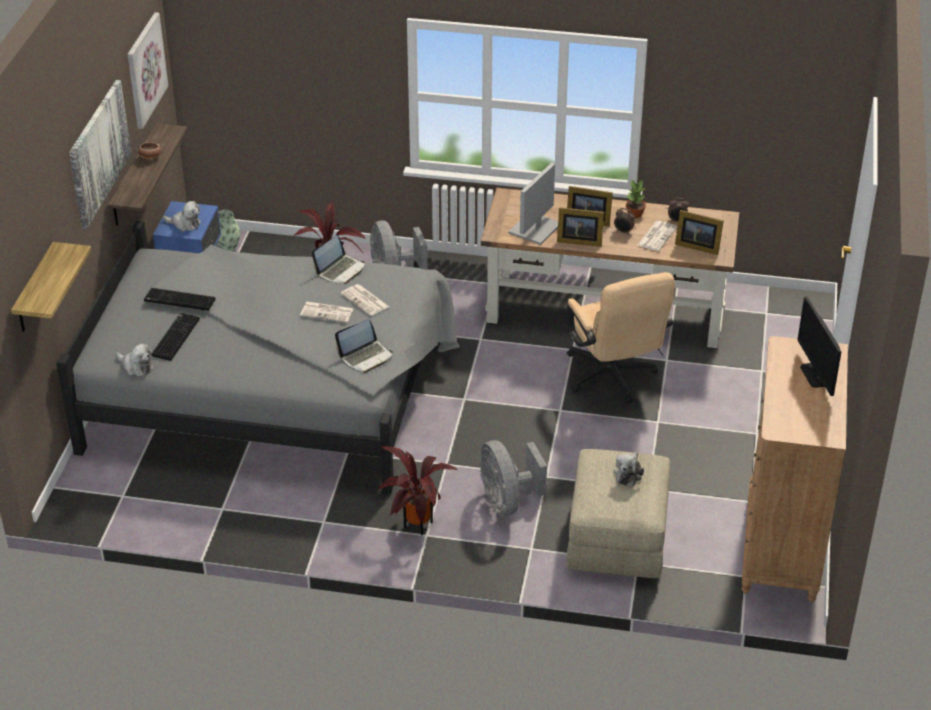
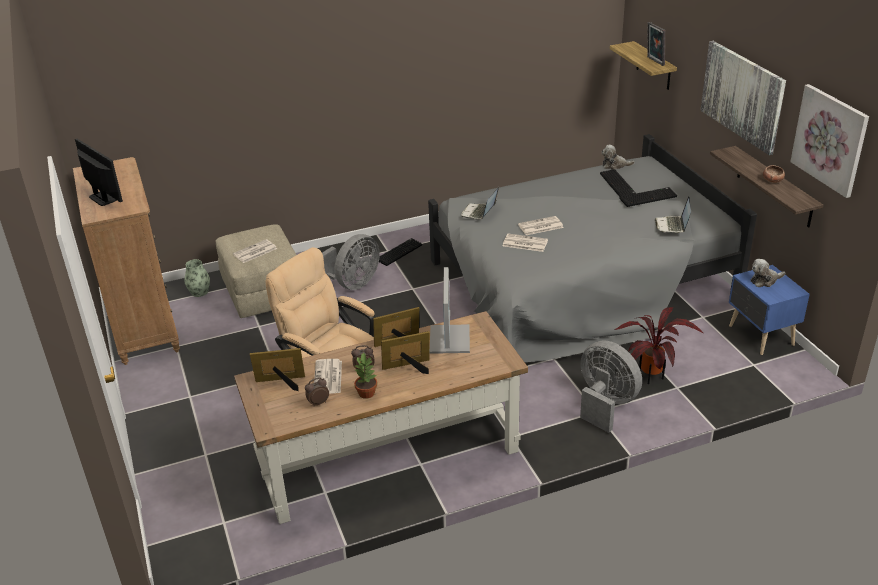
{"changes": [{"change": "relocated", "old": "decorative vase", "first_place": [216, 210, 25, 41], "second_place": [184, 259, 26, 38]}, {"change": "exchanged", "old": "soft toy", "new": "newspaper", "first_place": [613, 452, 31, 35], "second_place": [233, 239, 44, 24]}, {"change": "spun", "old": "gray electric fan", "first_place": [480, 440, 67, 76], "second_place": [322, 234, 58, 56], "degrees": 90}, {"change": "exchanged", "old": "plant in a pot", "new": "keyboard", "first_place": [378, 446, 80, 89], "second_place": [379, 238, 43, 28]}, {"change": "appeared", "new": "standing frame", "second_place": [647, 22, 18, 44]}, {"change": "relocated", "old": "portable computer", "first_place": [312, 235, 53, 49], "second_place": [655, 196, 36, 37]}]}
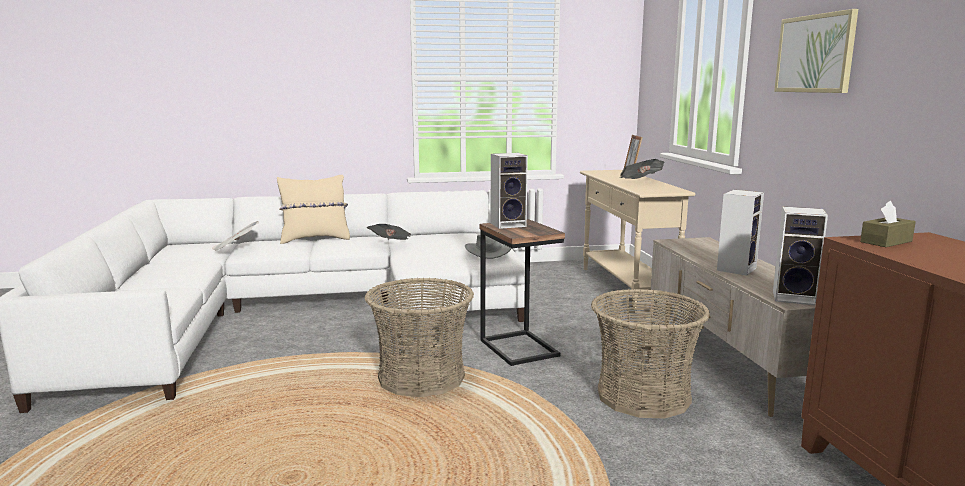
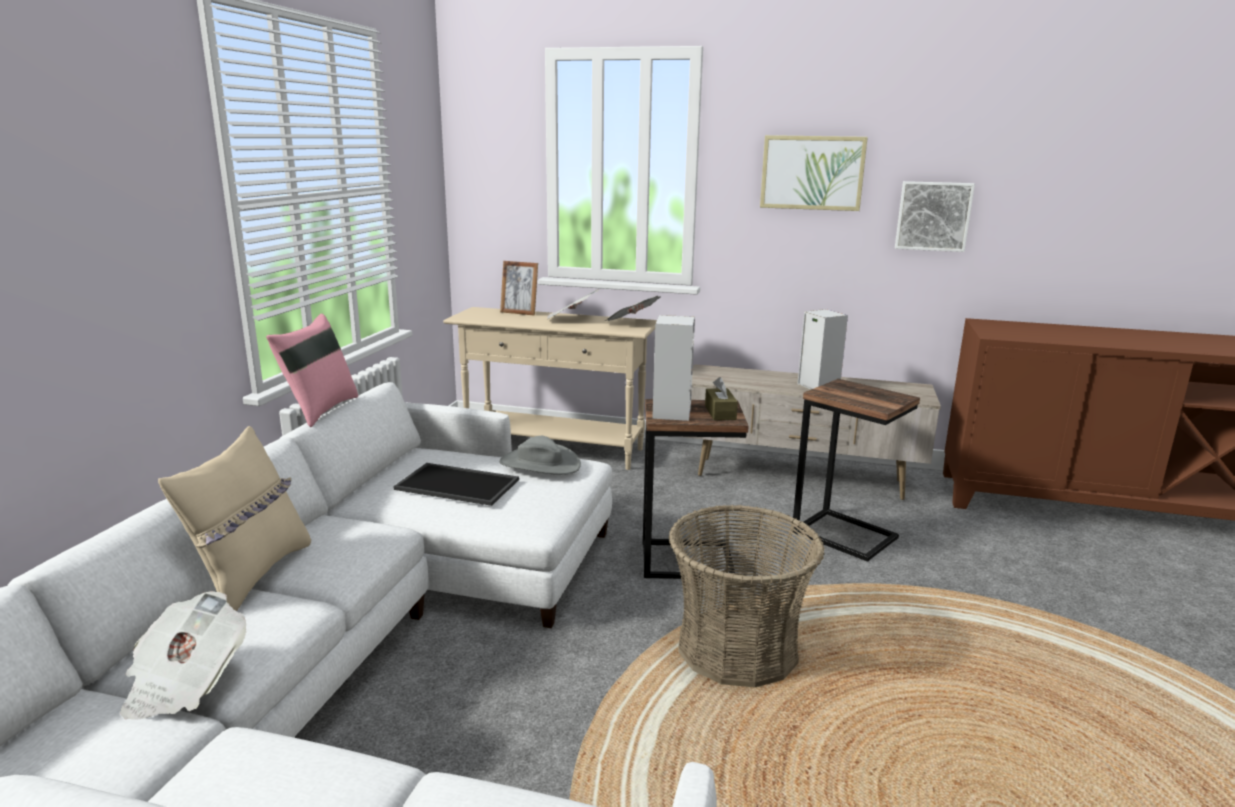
{"changes": [{"change": "appeared", "new": "pink-coloured throw pillow", "second_place": [266, 314, 92, 113]}, {"change": "appeared", "new": "serving tray", "second_place": [393, 463, 126, 43]}, {"change": "relocated", "old": "newspaper", "first_place": [367, 224, 44, 16], "second_place": [605, 296, 56, 25]}, {"change": "relocated", "old": "brownish tissue box", "first_place": [860, 201, 56, 46], "second_place": [705, 377, 33, 43]}, {"change": "exchanged", "old": "basket", "new": "side table", "first_place": [591, 289, 119, 129], "second_place": [793, 379, 127, 183]}, {"change": "appeared", "new": "wall picture", "second_place": [895, 181, 80, 71]}, {"change": "missing", "old": "loudspeaker", "first_place": [773, 206, 55, 99]}]}
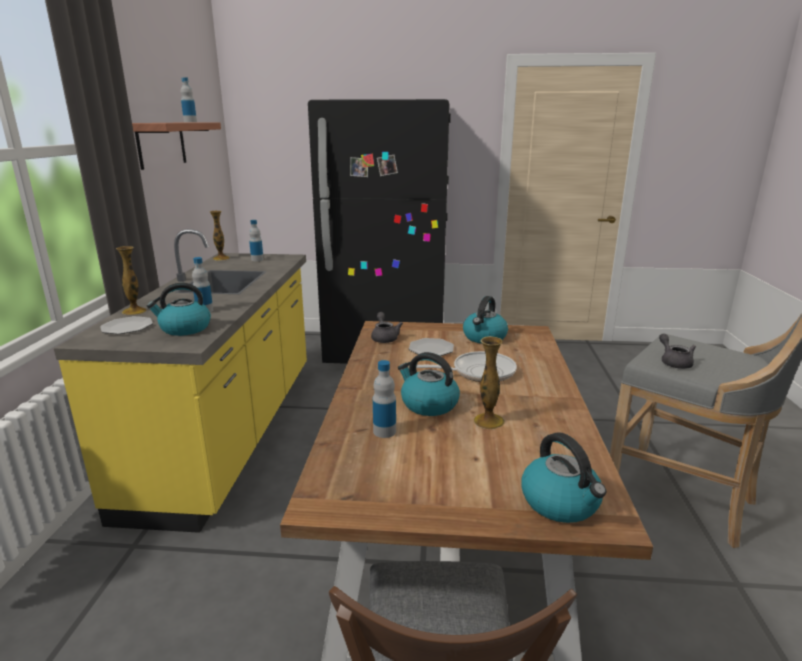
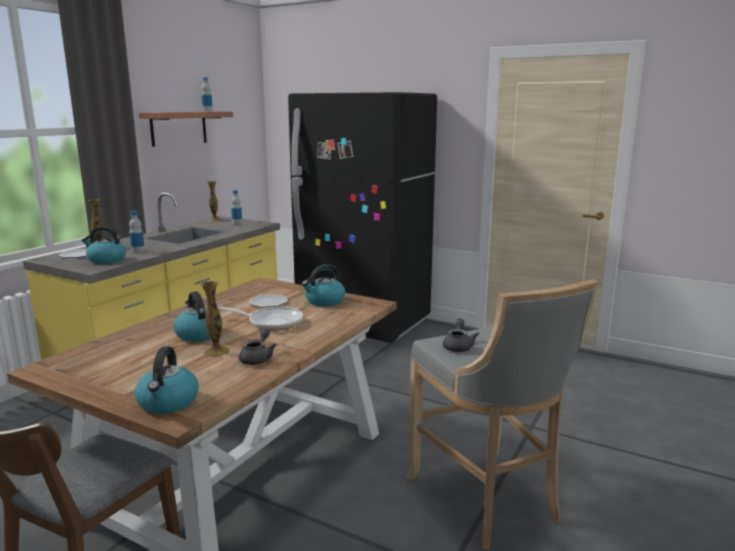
{"changes": [{"change": "relocated", "old": "gray pot for tea", "first_place": [371, 312, 32, 31], "second_place": [239, 328, 38, 37]}, {"change": "missing", "old": "drink bottle", "first_place": [373, 360, 23, 78]}]}
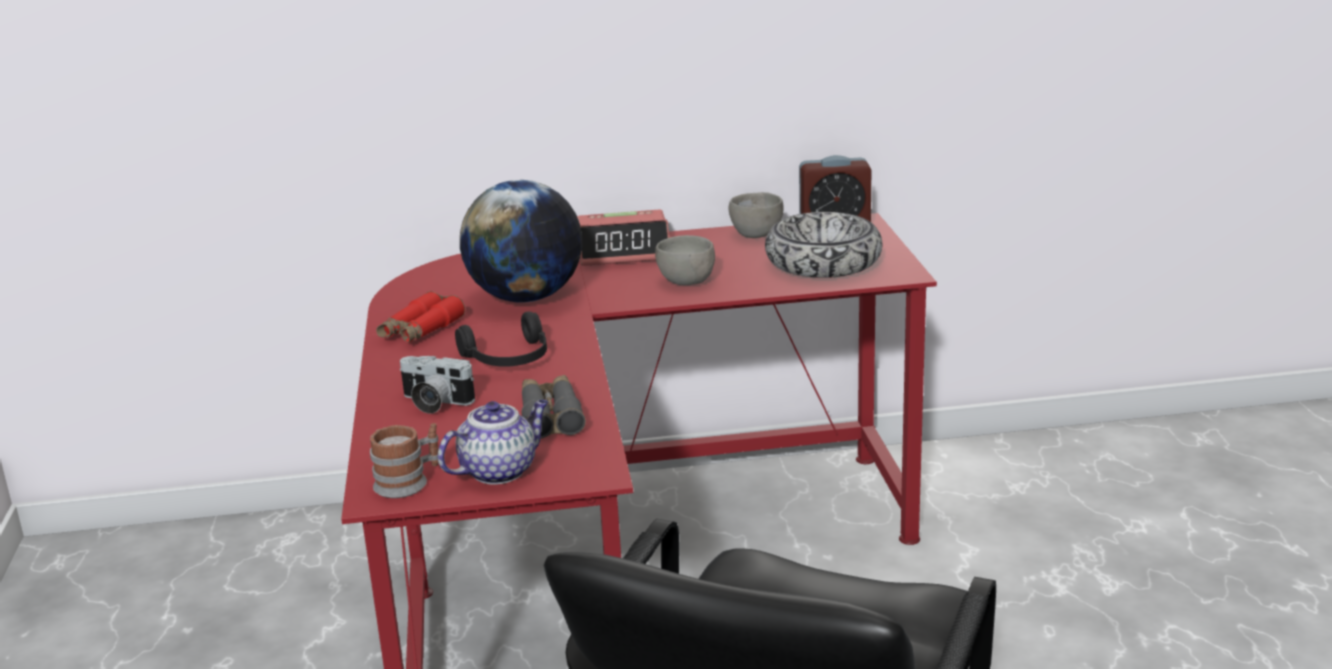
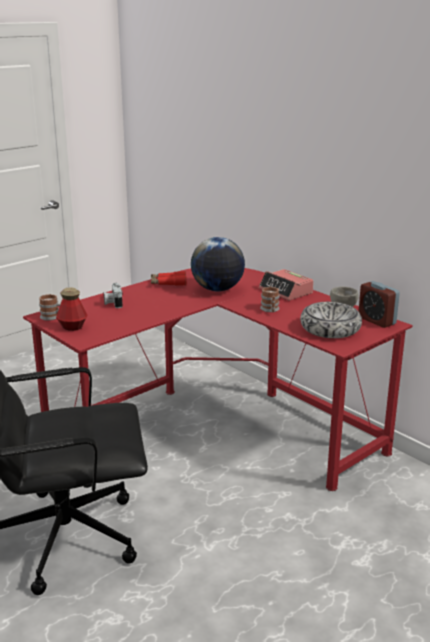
{"changes": [{"change": "exchanged", "old": "pot for tea", "new": "drink bottle", "first_place": [438, 400, 110, 85], "second_place": [56, 288, 31, 43]}, {"change": "exchanged", "old": "gray bowl", "new": "mug", "first_place": [655, 235, 60, 50], "second_place": [260, 286, 20, 26]}, {"change": "missing", "old": "black pair of headphones", "first_place": [455, 311, 92, 56]}, {"change": "missing", "old": "gray binoculars", "first_place": [521, 375, 65, 64]}]}
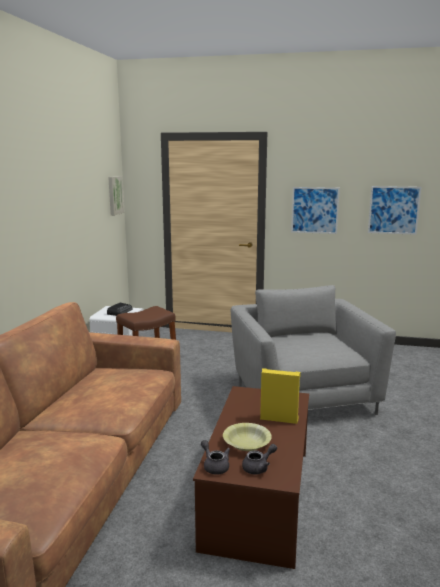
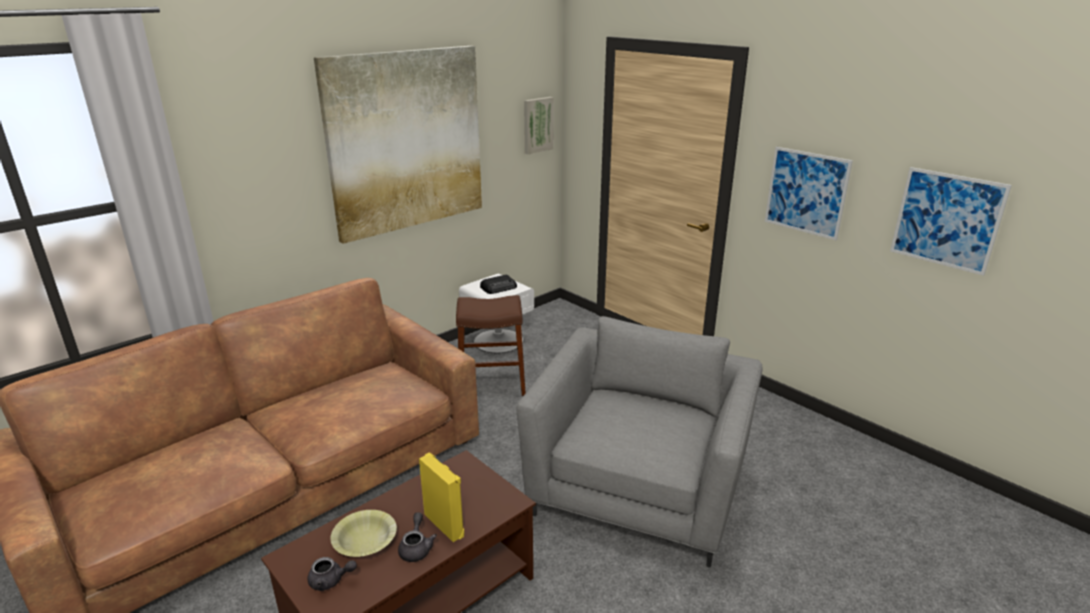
{"changes": [{"change": "appeared", "new": "wall picture", "second_place": [314, 46, 168, 198]}, {"change": "relocated", "old": "gray pot for tea", "first_place": [201, 440, 29, 35], "second_place": [398, 512, 39, 50]}]}
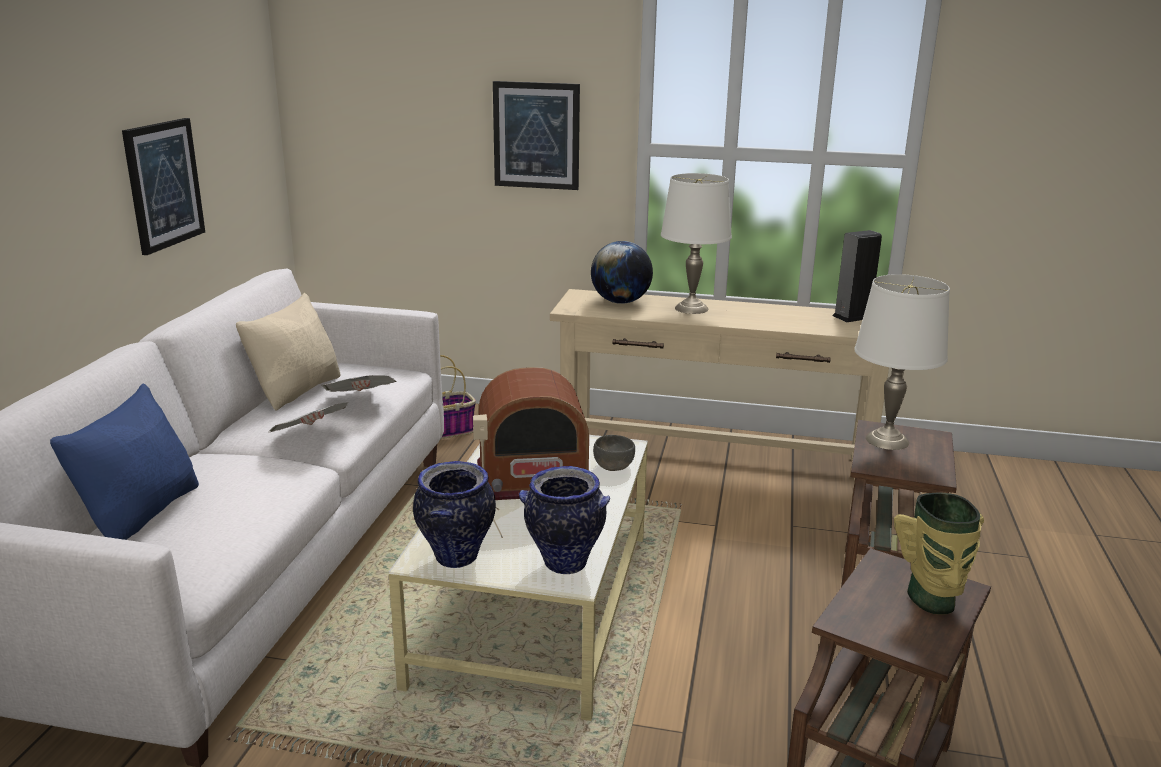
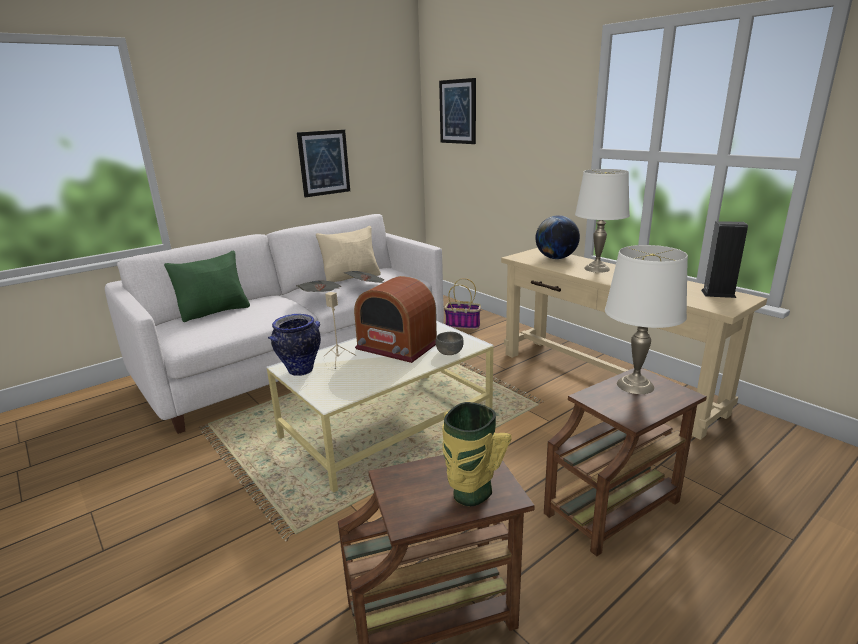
{"changes": [{"change": "colour", "old": "bluish throw pillow", "new": "green throw pillow", "first_place": [50, 384, 149, 156], "second_place": [164, 251, 86, 71]}, {"change": "relocated", "old": "wall picture", "first_place": [493, 81, 87, 109], "second_place": [439, 78, 37, 66]}, {"change": "missing", "old": "decorative vase", "first_place": [519, 466, 91, 108]}]}
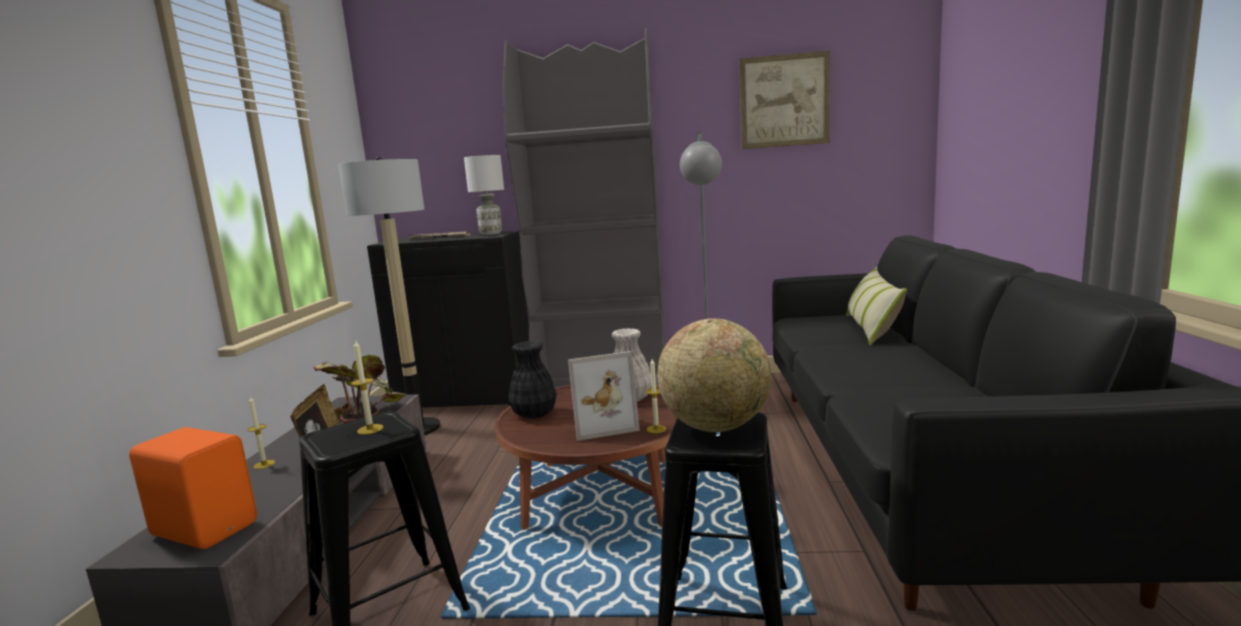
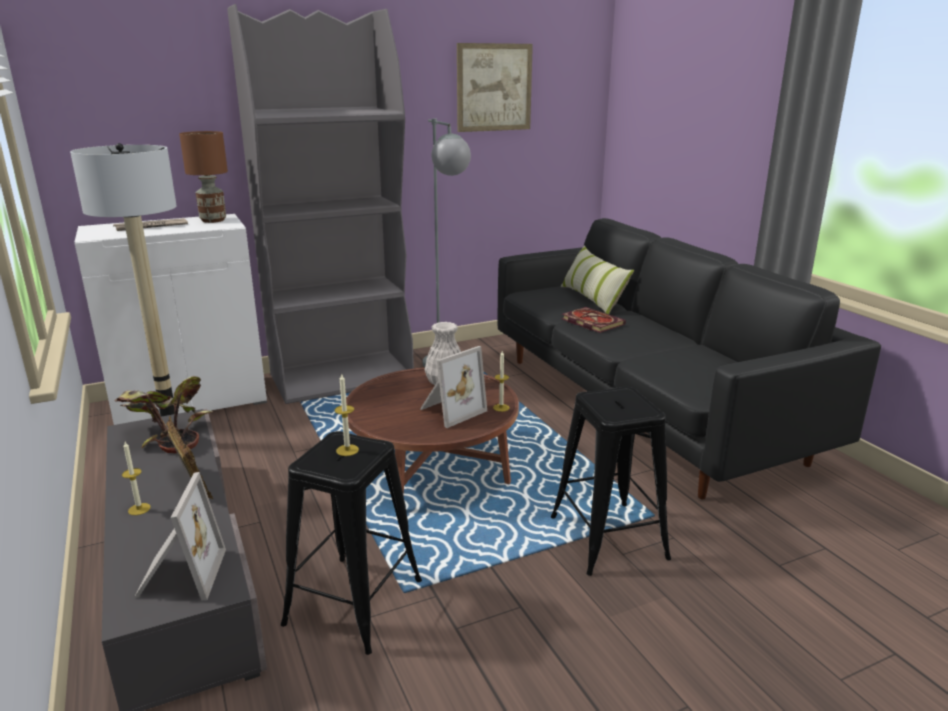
{"changes": [{"change": "colour", "old": "black storage cabinet", "new": "whitish storage cabinet", "first_place": [367, 231, 162, 177], "second_place": [74, 214, 193, 211]}, {"change": "exchanged", "old": "orange loudspeaker", "new": "standing frame", "first_place": [129, 427, 128, 122], "second_place": [134, 472, 92, 129]}, {"change": "colour", "old": "whitish tabletop lamp", "new": "brownish tabletop lamp", "first_place": [464, 155, 40, 80], "second_place": [179, 131, 49, 92]}, {"change": "appeared", "new": "bound book", "second_place": [561, 307, 65, 26]}, {"change": "missing", "old": "black decorative vase", "first_place": [508, 341, 49, 78]}, {"change": "missing", "old": "desk globe", "first_place": [658, 318, 113, 114]}]}
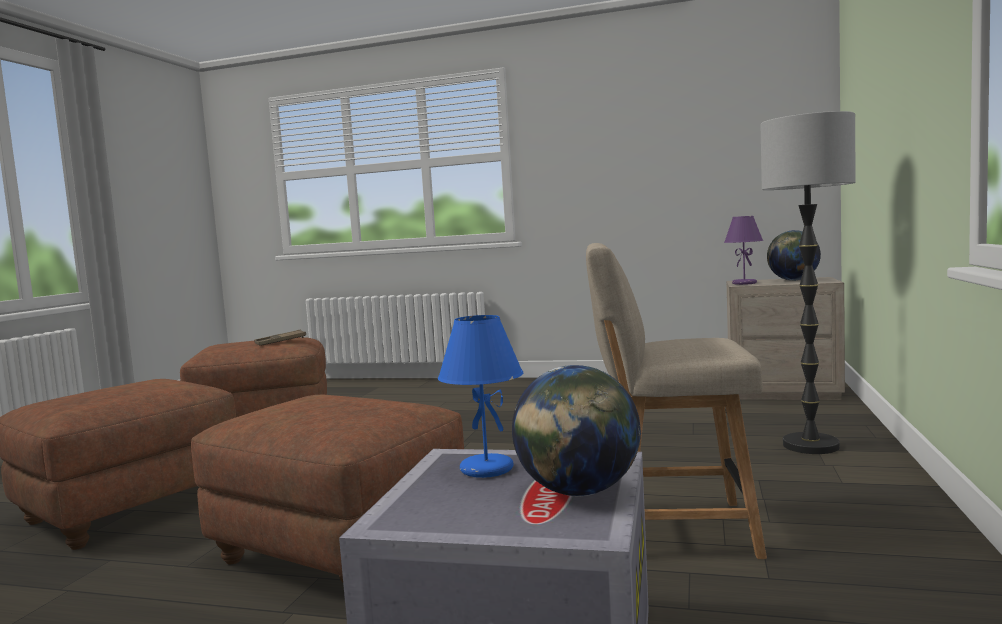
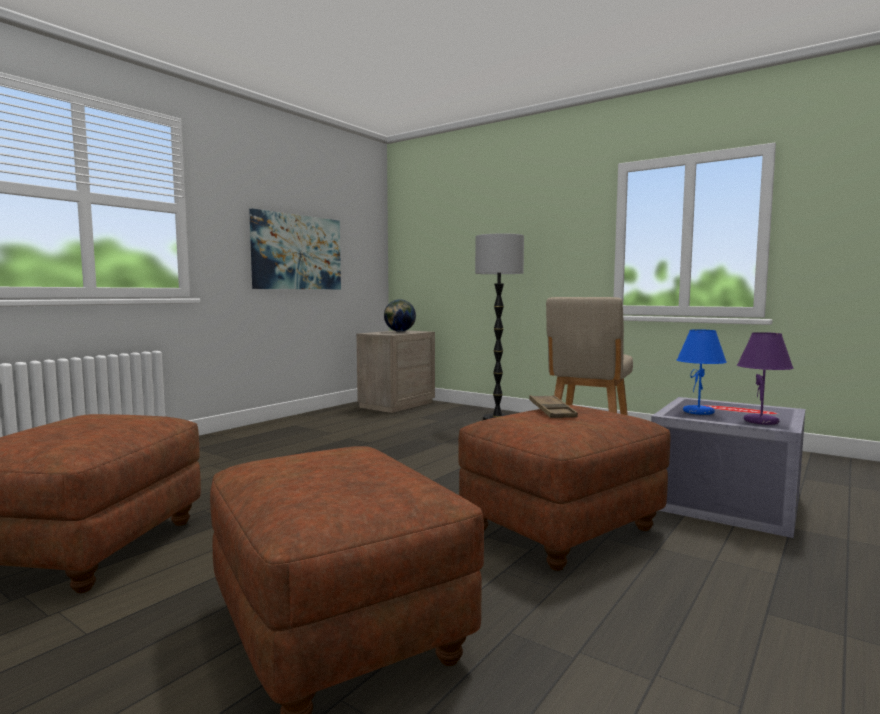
{"changes": [{"change": "appeared", "new": "wall picture", "second_place": [249, 209, 92, 80]}, {"change": "relocated", "old": "brownish serving tray", "first_place": [254, 330, 52, 16], "second_place": [529, 395, 49, 23]}, {"change": "relocated", "old": "purple tabletop lamp", "first_place": [724, 216, 39, 69], "second_place": [737, 332, 57, 93]}, {"change": "missing", "old": "desk globe", "first_place": [512, 365, 129, 132]}]}
